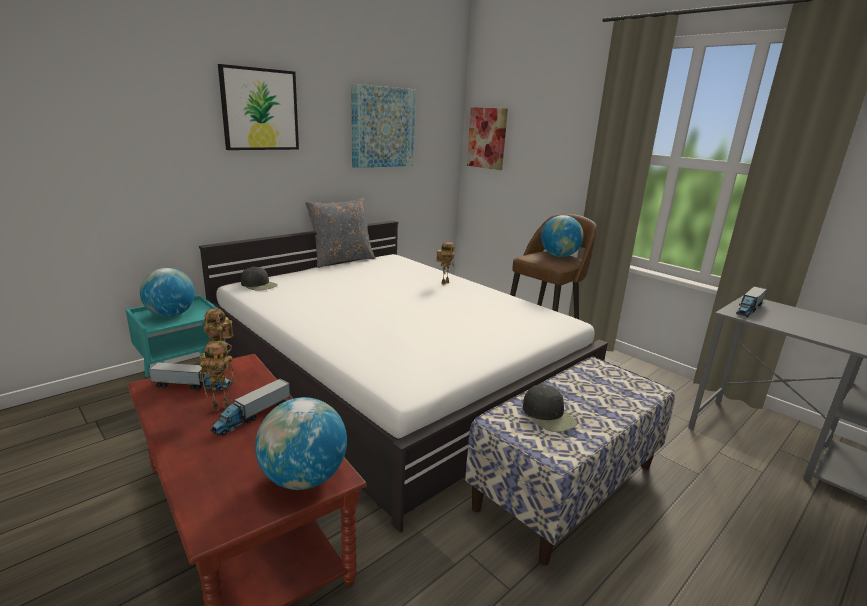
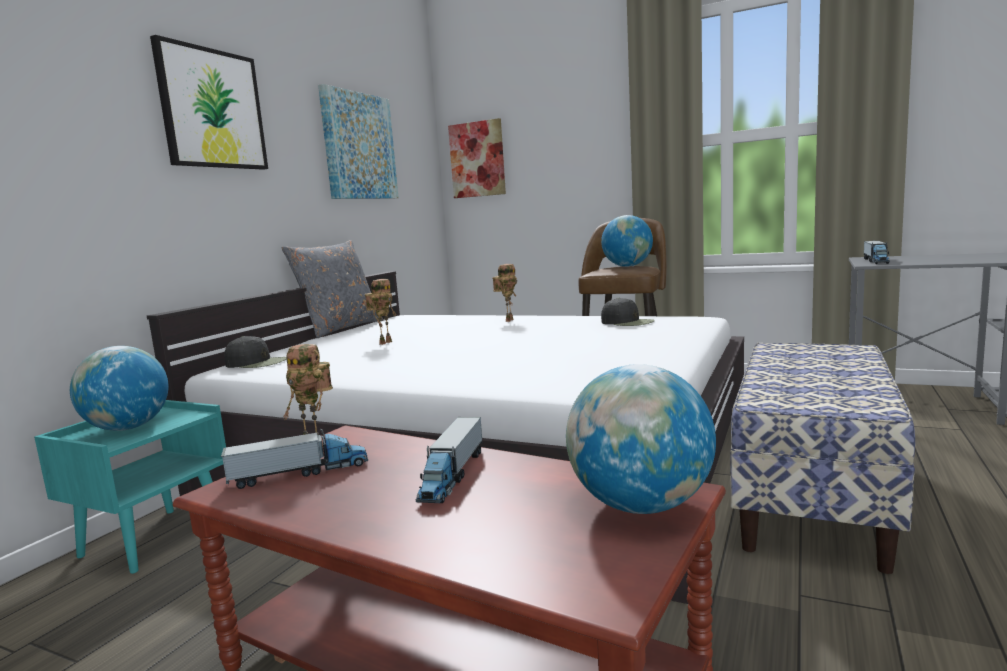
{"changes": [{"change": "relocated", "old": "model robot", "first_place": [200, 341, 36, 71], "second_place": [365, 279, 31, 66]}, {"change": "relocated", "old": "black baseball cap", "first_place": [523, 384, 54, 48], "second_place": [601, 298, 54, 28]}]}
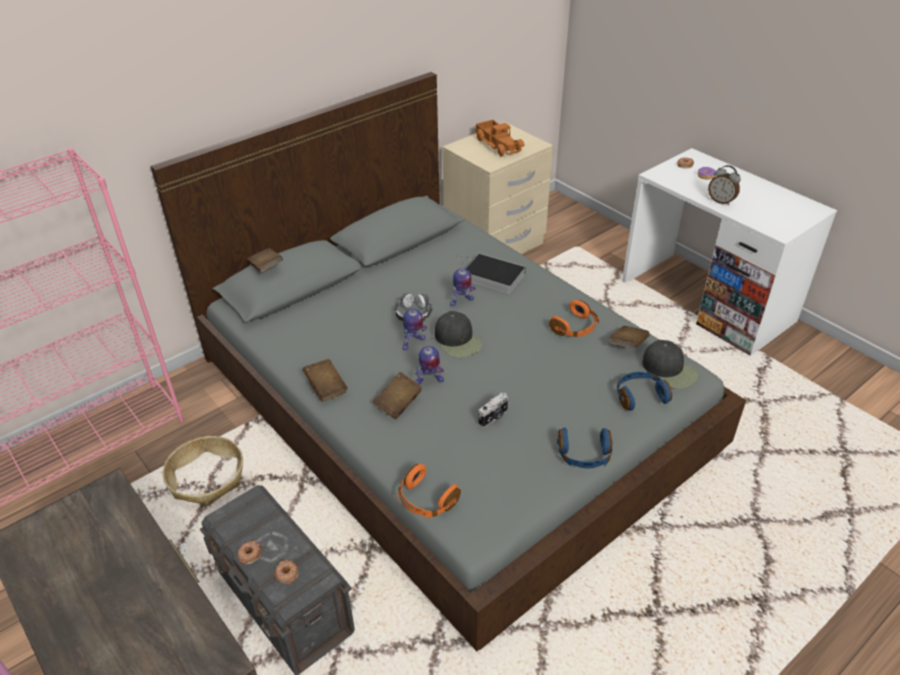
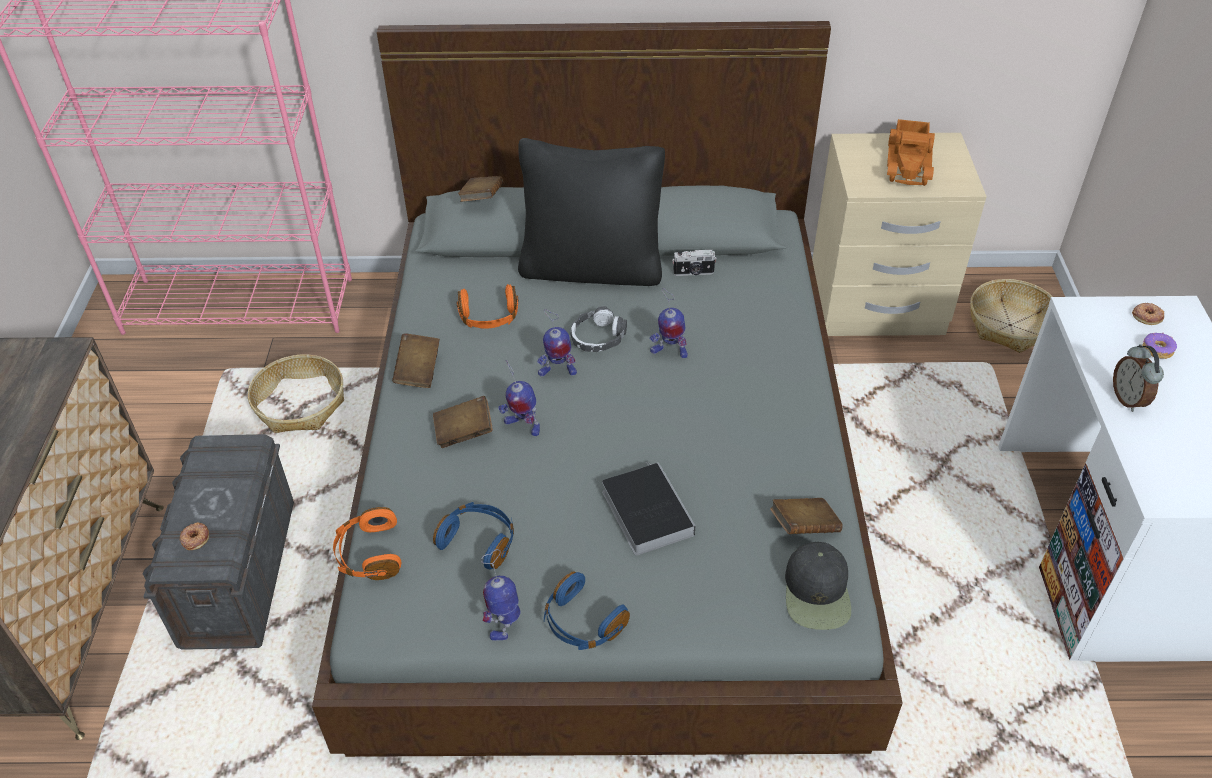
{"changes": [{"change": "relocated", "old": "bluish pair of headphones", "first_place": [617, 372, 55, 39], "second_place": [433, 502, 81, 67]}, {"change": "relocated", "old": "orange pair of headphones", "first_place": [549, 300, 50, 37], "second_place": [456, 284, 63, 45]}, {"change": "appeared", "new": "model robot", "second_place": [481, 549, 39, 92]}, {"change": "appeared", "new": "black throw pillow", "second_place": [518, 138, 147, 148]}, {"change": "relocated", "old": "bound book", "first_place": [466, 253, 59, 41], "second_place": [602, 462, 93, 94]}, {"change": "relocated", "old": "still camera", "first_place": [478, 393, 30, 35], "second_place": [672, 249, 45, 27]}, {"change": "appeared", "new": "basket", "second_place": [970, 279, 83, 74]}, {"change": "missing", "old": "doughnut", "first_place": [237, 541, 24, 23]}, {"change": "missing", "old": "black baseball cap", "first_place": [435, 311, 47, 47]}]}
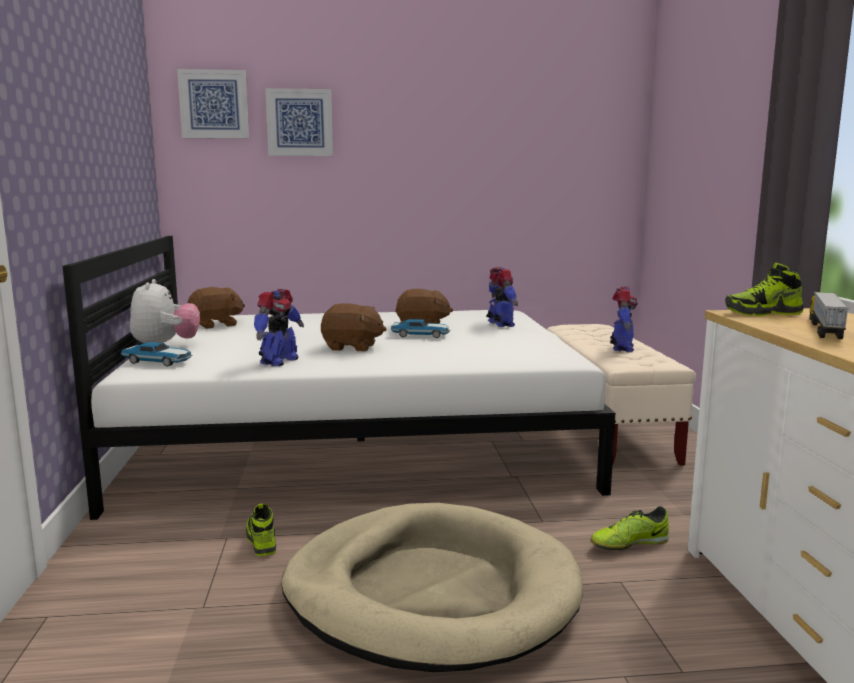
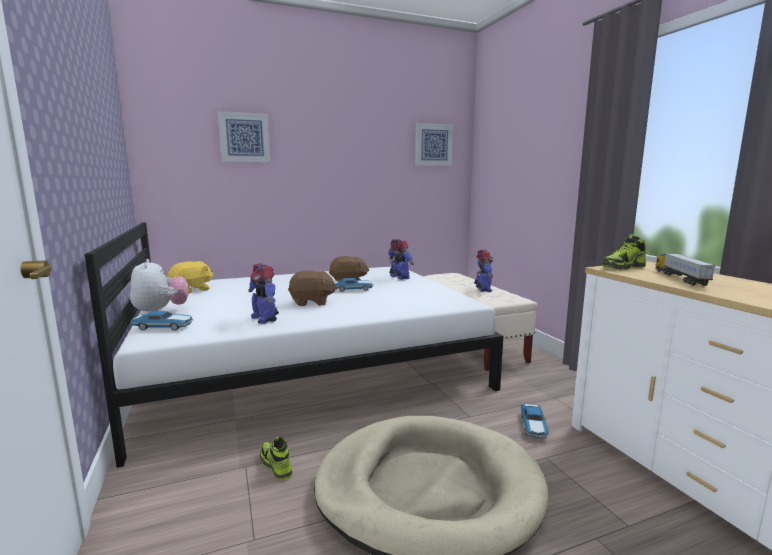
{"changes": [{"change": "colour", "old": "brownish soft toy", "new": "yellowish soft toy", "first_place": [188, 287, 57, 42], "second_place": [168, 261, 45, 33]}, {"change": "spun", "old": "model robot", "first_place": [254, 289, 50, 77], "second_place": [248, 263, 31, 61], "degrees": 135}, {"change": "relocated", "old": "wall picture", "first_place": [177, 69, 72, 70], "second_place": [415, 123, 38, 43]}, {"change": "exchanged", "old": "shoe", "new": "toy car", "first_place": [591, 506, 78, 44], "second_place": [521, 404, 28, 34]}]}
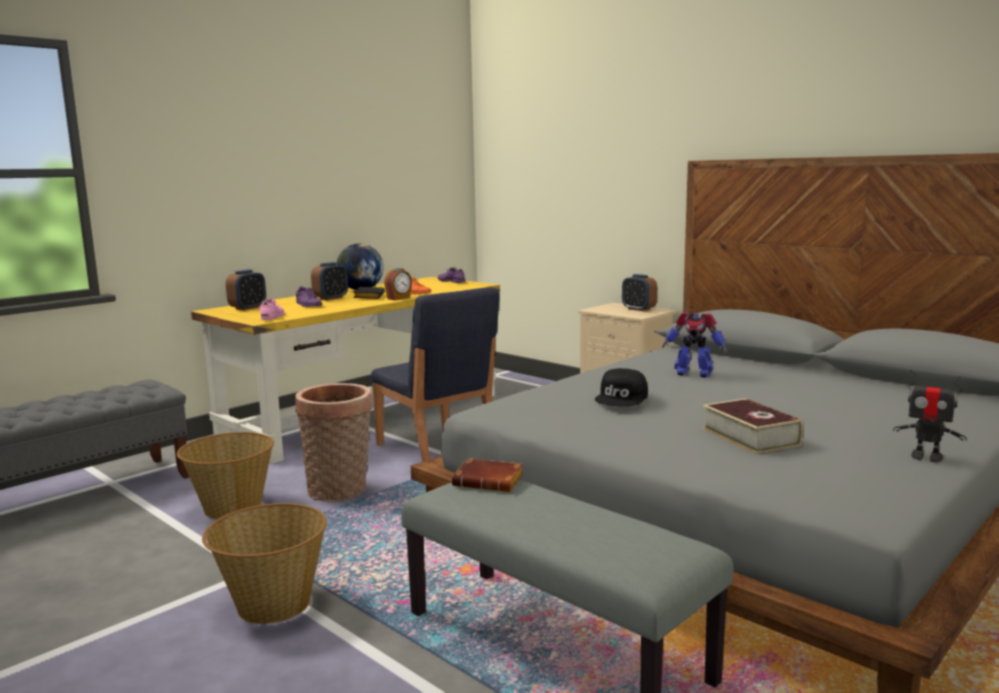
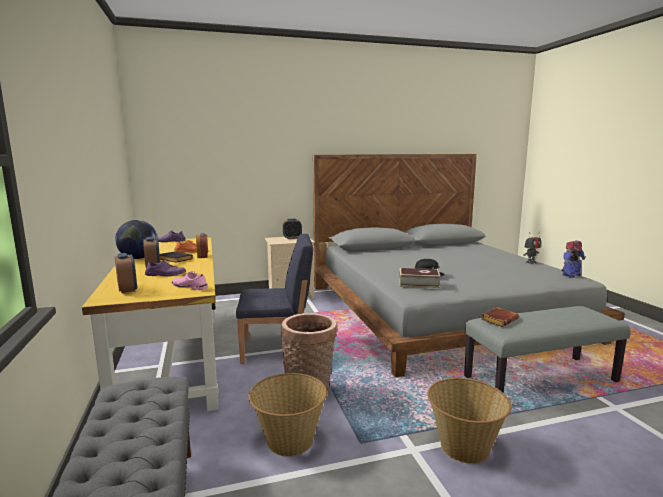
{"changes": [{"change": "relocated", "old": "bound book", "first_place": [702, 399, 101, 55], "second_place": [399, 268, 41, 20]}, {"change": "relocated", "old": "model robot", "first_place": [662, 312, 65, 65], "second_place": [561, 241, 24, 37]}]}
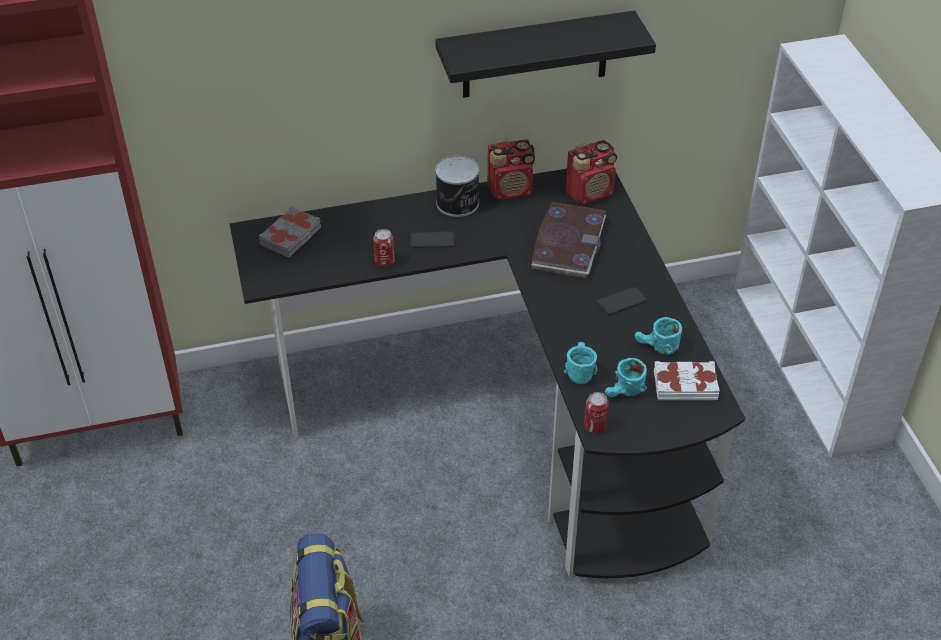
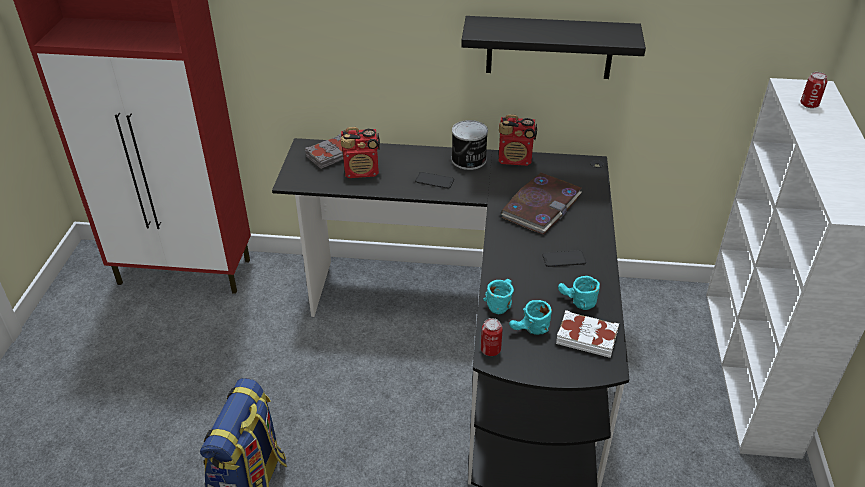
{"changes": [{"change": "relocated", "old": "radio set", "first_place": [566, 140, 51, 64], "second_place": [340, 127, 40, 51]}, {"change": "relocated", "old": "sealed can", "first_place": [373, 229, 22, 38], "second_place": [800, 72, 27, 36]}]}
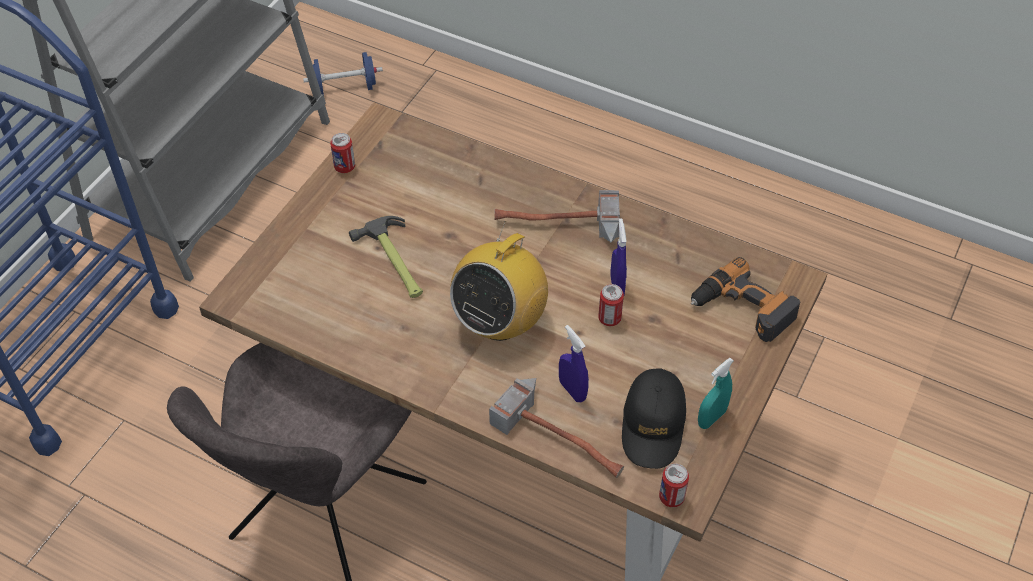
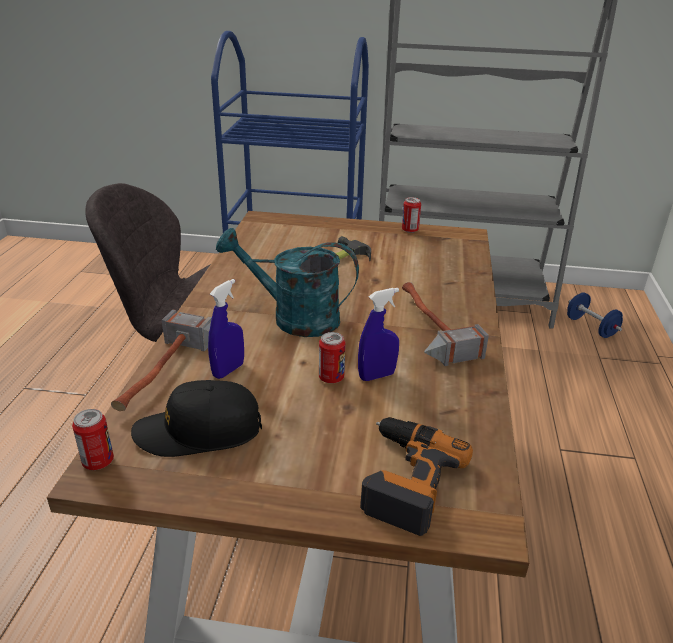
{"changes": [{"change": "exchanged", "old": "radio set", "new": "blue-green watering can", "first_place": [450, 221, 98, 120], "second_place": [216, 228, 143, 109]}, {"change": "missing", "old": "blue-green sprayer", "first_place": [698, 358, 36, 71]}]}
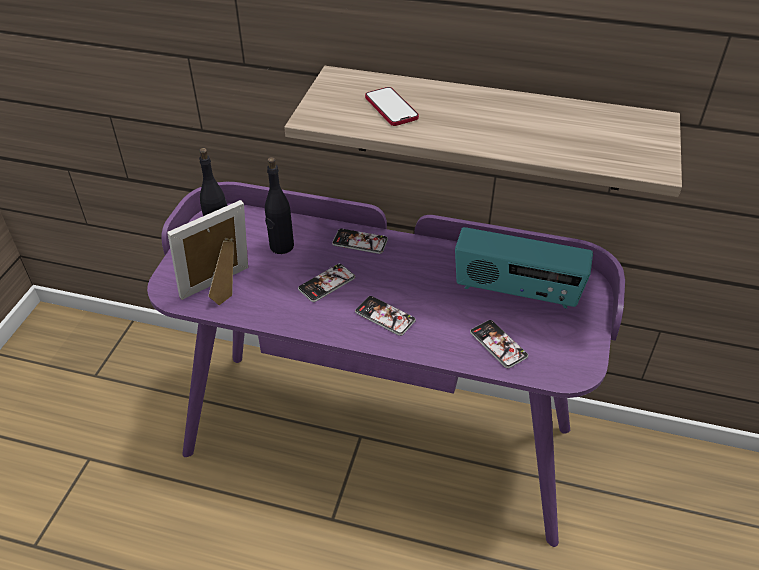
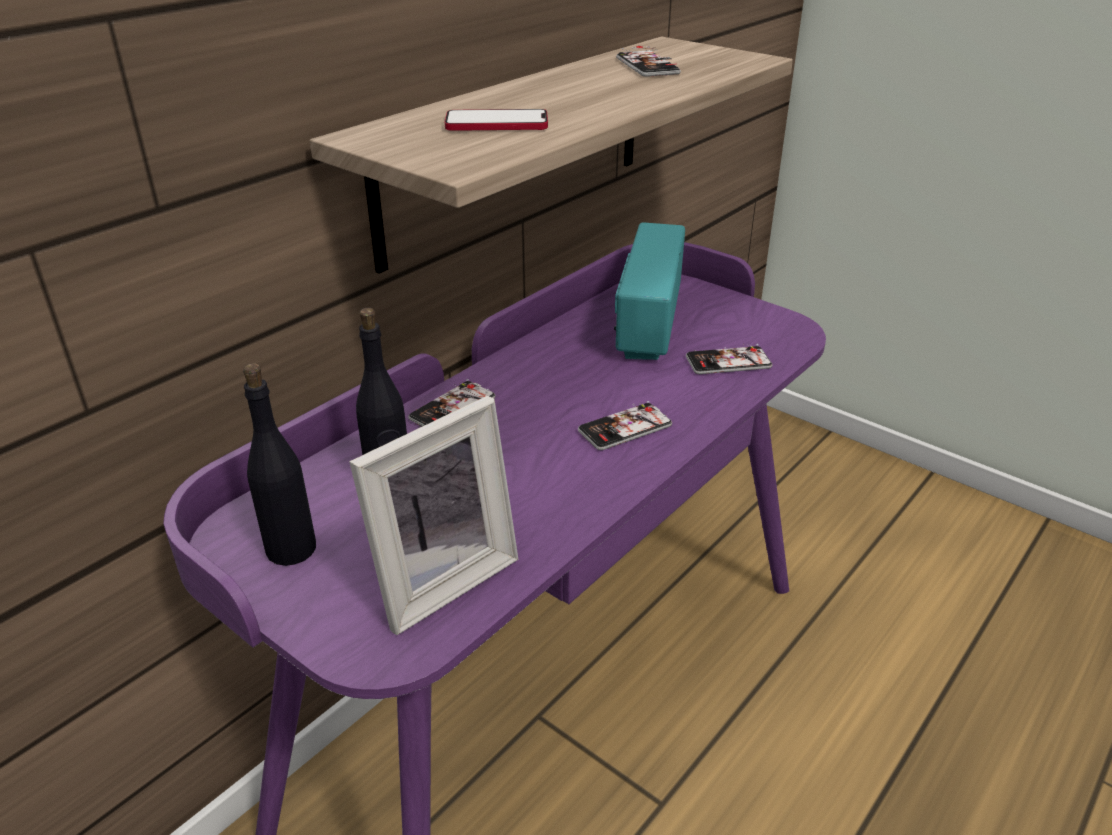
{"changes": [{"change": "spun", "old": "standing frame", "first_place": [167, 200, 81, 105], "second_place": [349, 396, 169, 239], "degrees": -120}, {"change": "spun", "old": "radio set", "first_place": [455, 227, 138, 82], "second_place": [614, 222, 71, 138], "degrees": 150}, {"change": "relocated", "old": "handset", "first_place": [298, 263, 57, 39], "second_place": [616, 46, 65, 31]}]}
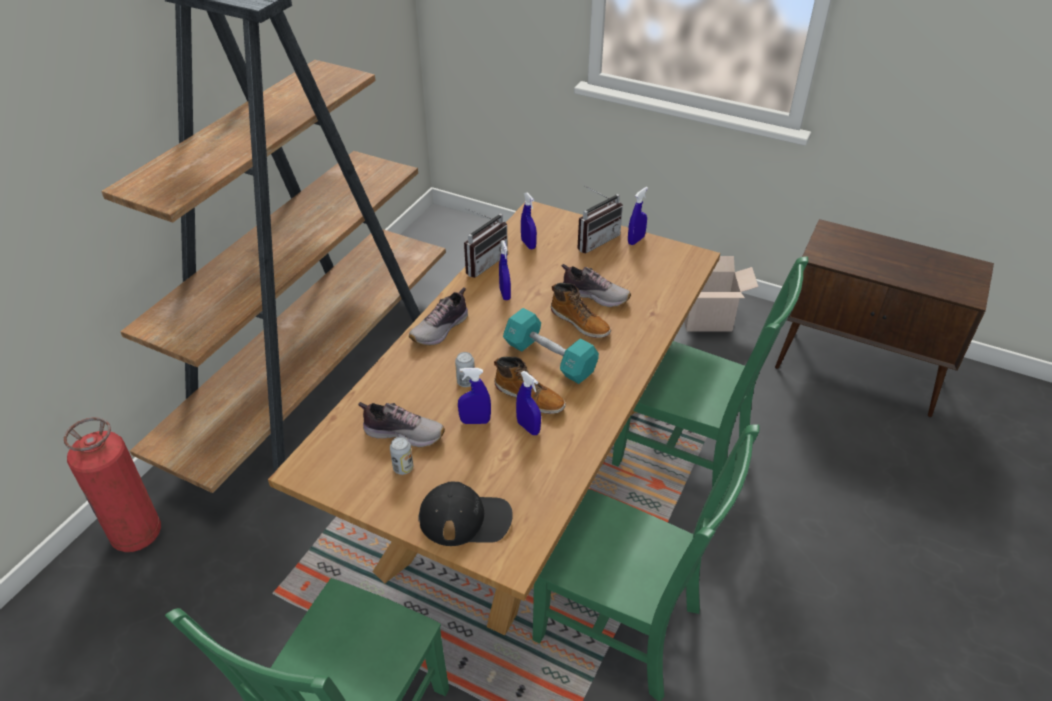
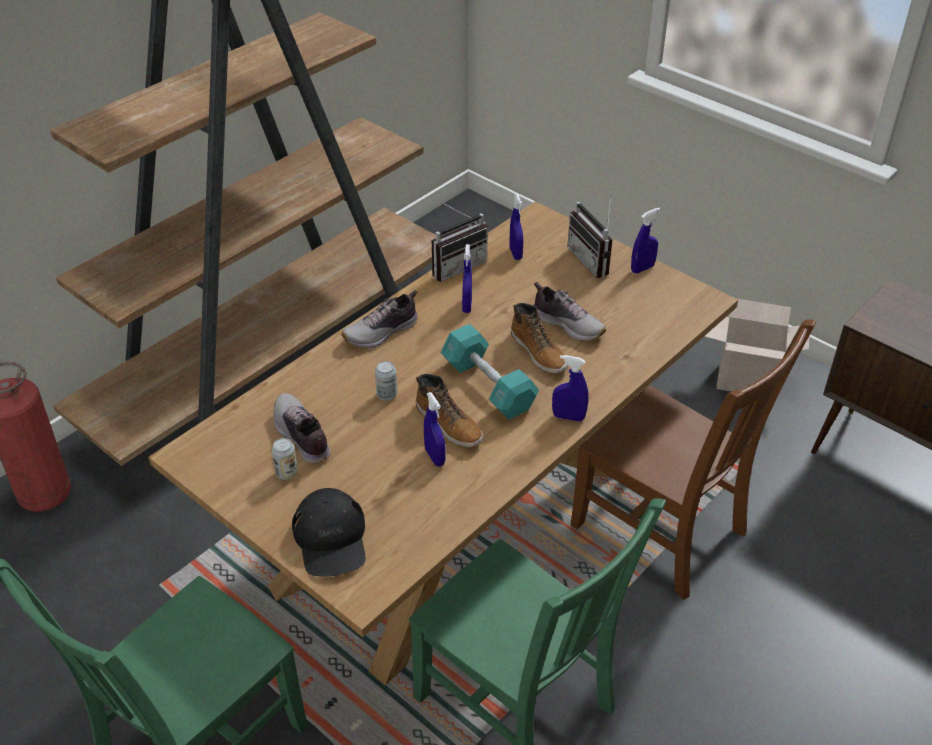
{"changes": [{"change": "spun", "old": "shoe", "first_place": [358, 402, 87, 45], "second_place": [274, 393, 56, 70], "degrees": -150}, {"change": "spun", "old": "black baseball cap", "first_place": [418, 482, 95, 64], "second_place": [292, 488, 74, 89], "degrees": 60}, {"change": "relocated", "old": "bluish sprayer", "first_place": [458, 368, 33, 56], "second_place": [552, 355, 37, 67]}, {"change": "spun", "old": "radio set", "first_place": [577, 186, 46, 68], "second_place": [567, 194, 46, 84], "degrees": 90}, {"change": "colour", "old": "green upright chair", "new": "brownish upright chair", "first_place": [612, 257, 196, 231], "second_place": [571, 319, 245, 281]}]}
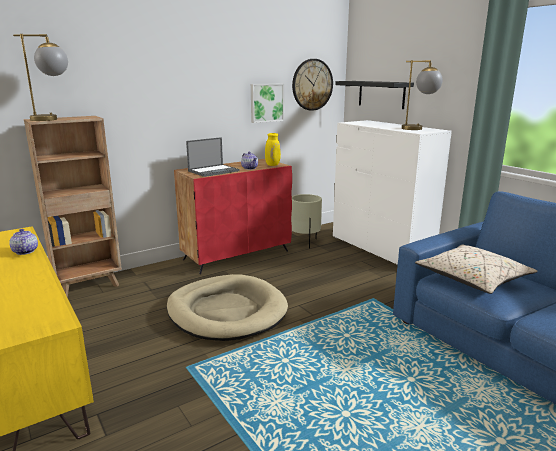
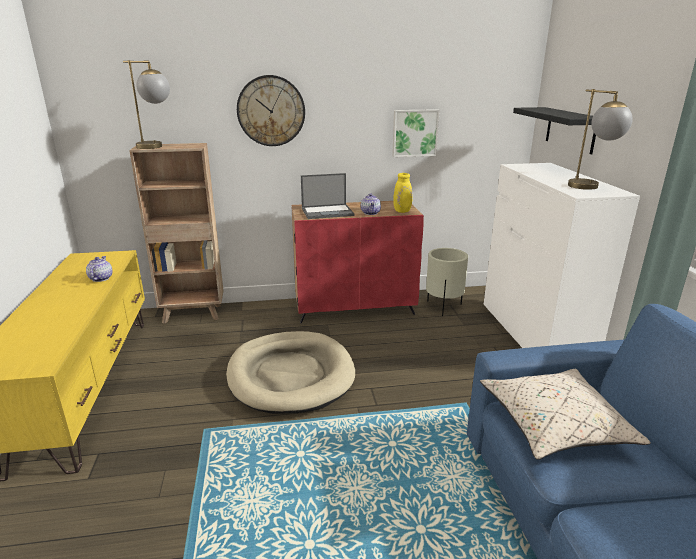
{"changes": [{"change": "relocated", "old": "wall clock", "first_place": [292, 59, 41, 52], "second_place": [237, 75, 68, 71]}]}
